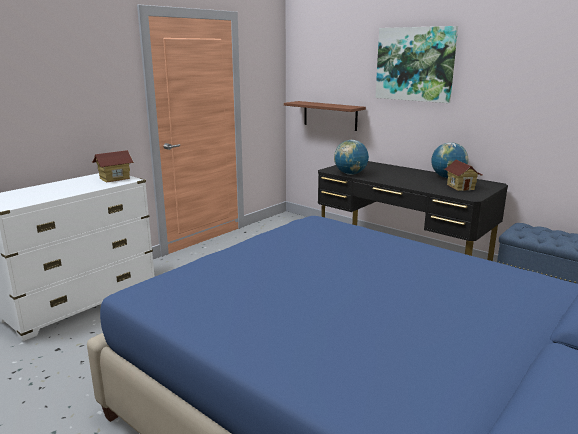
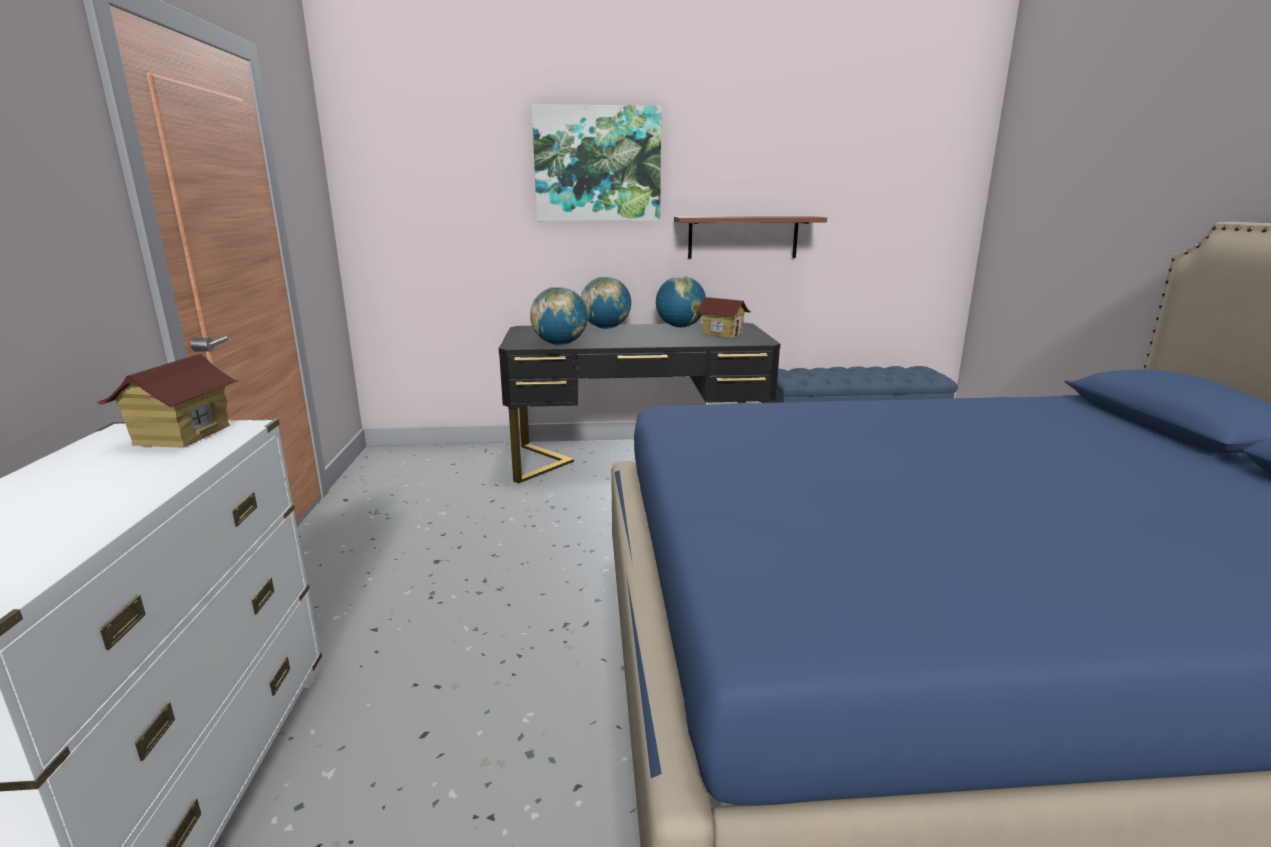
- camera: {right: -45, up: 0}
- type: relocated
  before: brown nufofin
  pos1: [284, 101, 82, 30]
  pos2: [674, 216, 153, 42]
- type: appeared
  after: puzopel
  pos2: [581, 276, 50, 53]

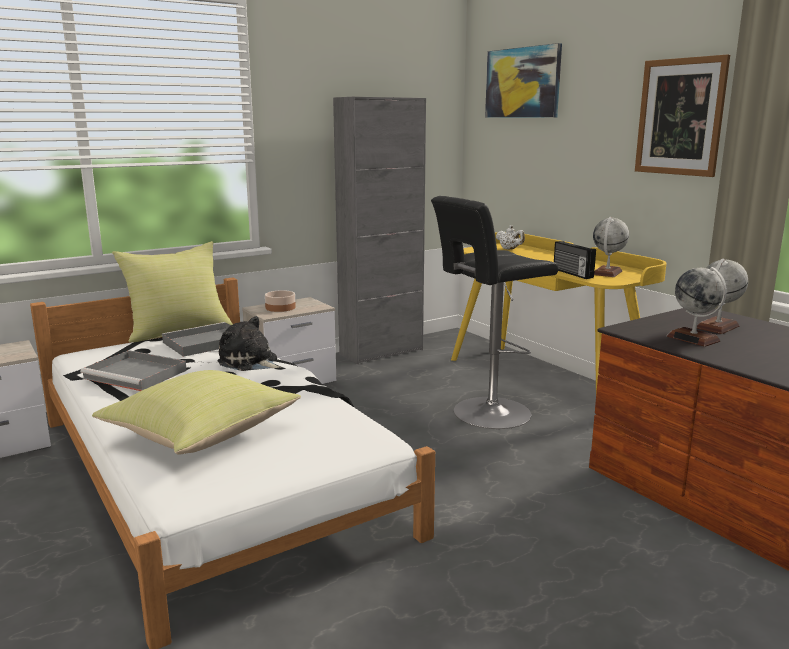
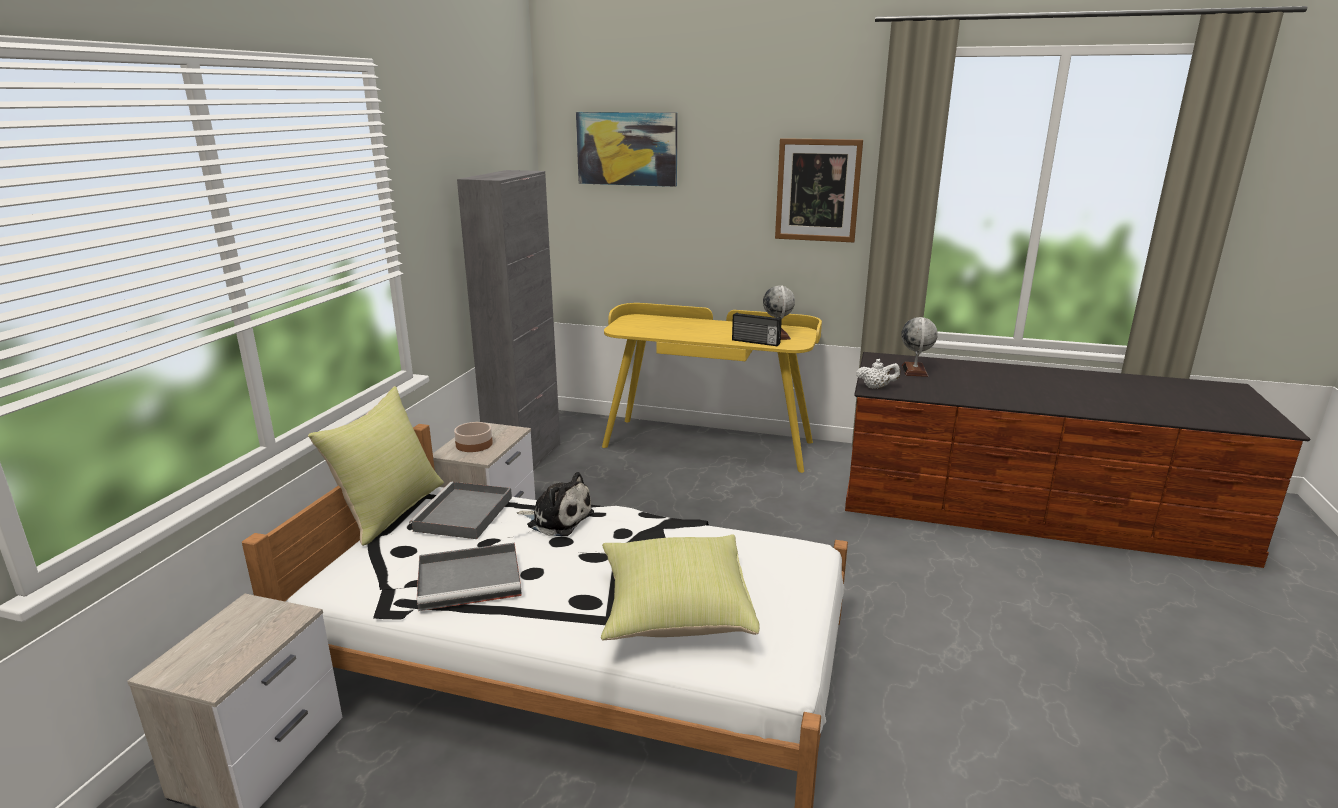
- camera: {right: -40, up: 5}
- type: spun
  before: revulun
  pos1: [218, 316, 65, 55]
  pos2: [517, 472, 77, 64]
  turn: -150
- type: missing
  before: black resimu
  pos1: [431, 196, 128, 233]
- type: relocated
  before: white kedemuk
  pos1: [496, 225, 29, 24]
  pos2: [856, 359, 44, 30]
- type: missing
  before: puzopel
  pos1: [667, 267, 60, 80]

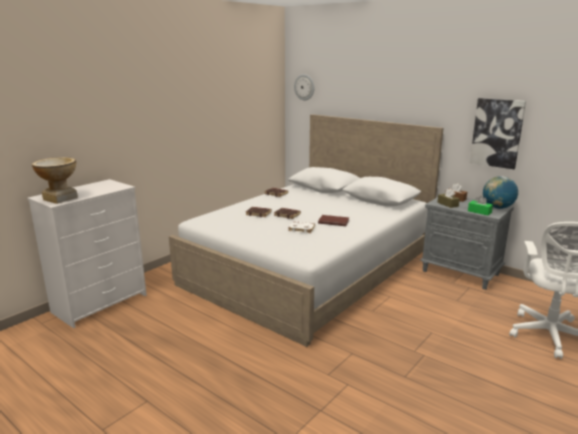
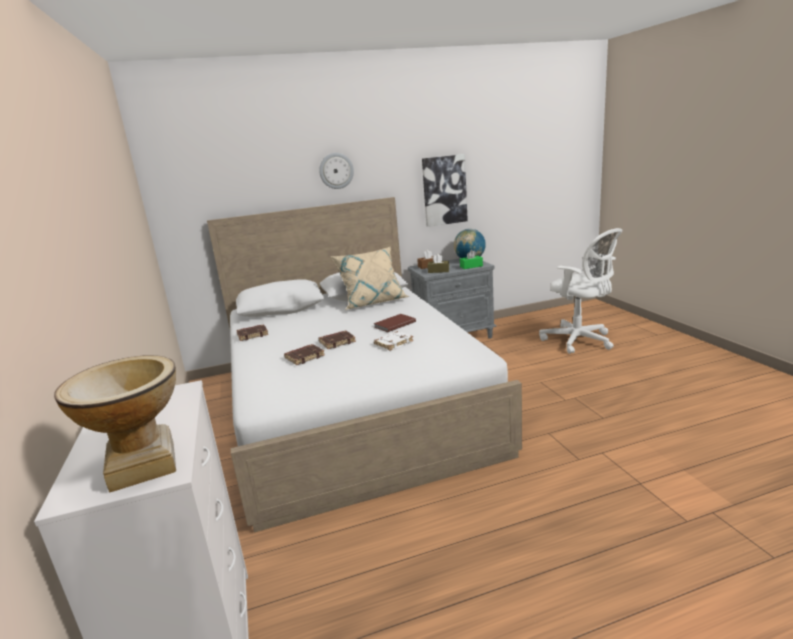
- camera: {right: -55, up: 0}
- type: relocated
  before: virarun
  pos1: [294, 74, 20, 26]
  pos2: [319, 153, 35, 36]
- type: appeared
  after: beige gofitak
  pos2: [331, 246, 78, 64]

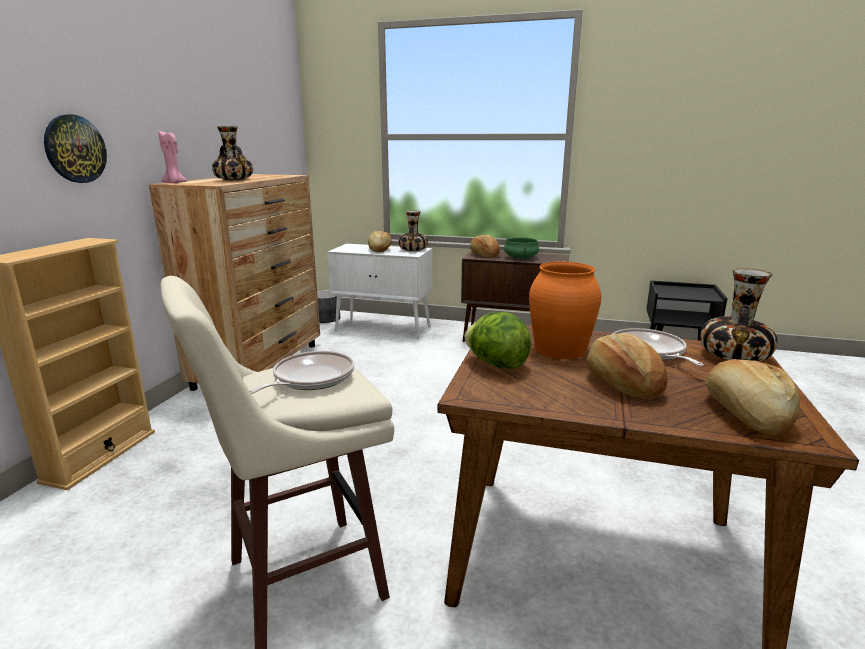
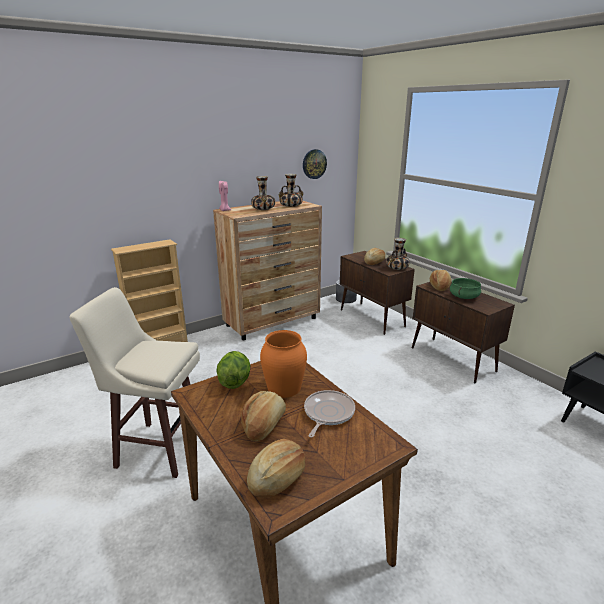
- camera: {right: 40, up: 5}
- type: relocated
  before: virarun
  pos1: [44, 114, 63, 69]
  pos2: [303, 149, 24, 30]
- type: missing
  before: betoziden
  pos1: [249, 351, 105, 43]
- type: colour
  before: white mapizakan
  after: brown mapizakan
  pos1: [327, 244, 105, 95]
  pos2: [340, 251, 75, 84]
- type: relocated
  before: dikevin
  pos1: [700, 268, 77, 93]
  pos2: [279, 174, 24, 33]

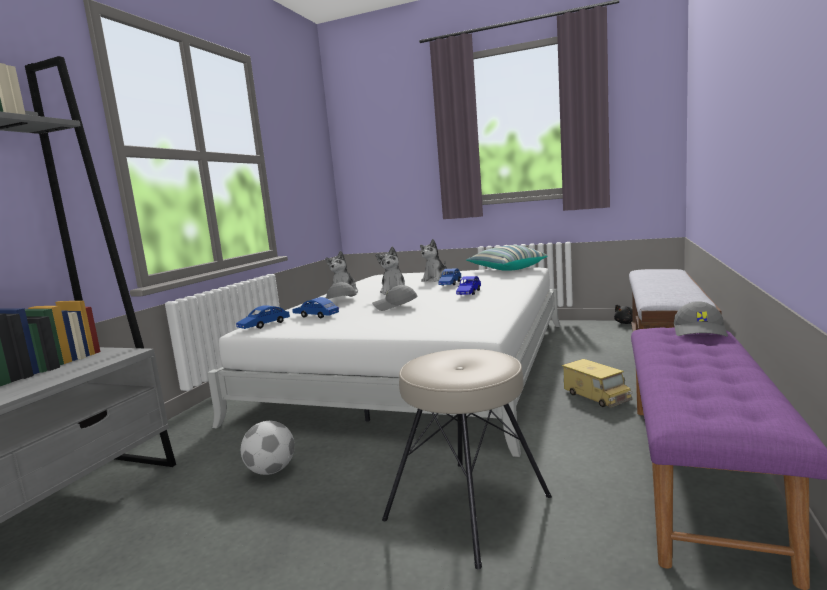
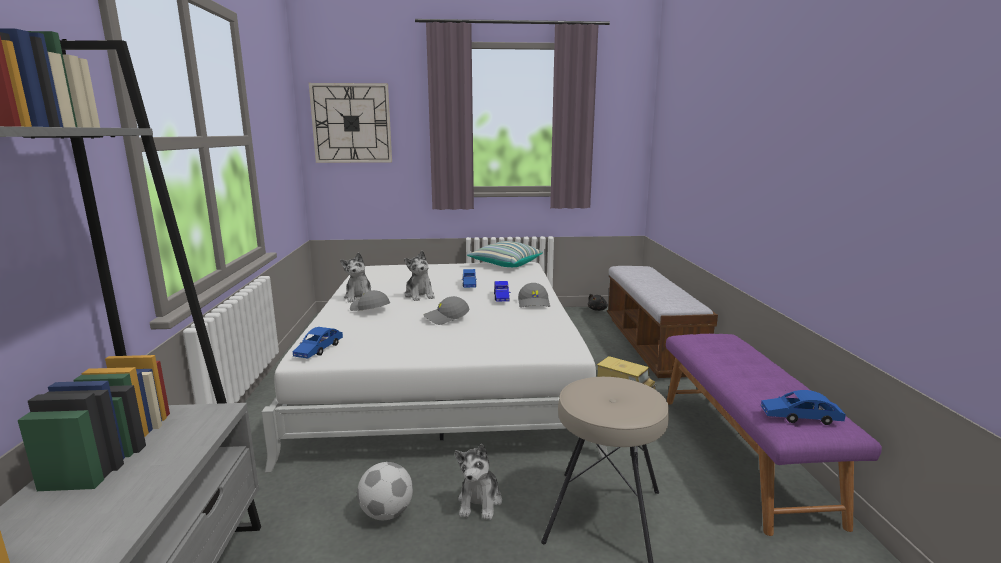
- camera: {right: -25, up: 5}
- type: relocated
  before: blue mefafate
  pos1: [292, 297, 47, 21]
  pos2: [761, 390, 85, 35]
- type: relocated
  before: revulun
  pos1: [420, 239, 28, 43]
  pos2: [455, 444, 47, 76]
- type: relocated
  before: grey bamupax
  pos1: [674, 301, 54, 36]
  pos2: [518, 283, 32, 25]
- type: appeared
  after: virarun
  pos2: [309, 83, 83, 80]

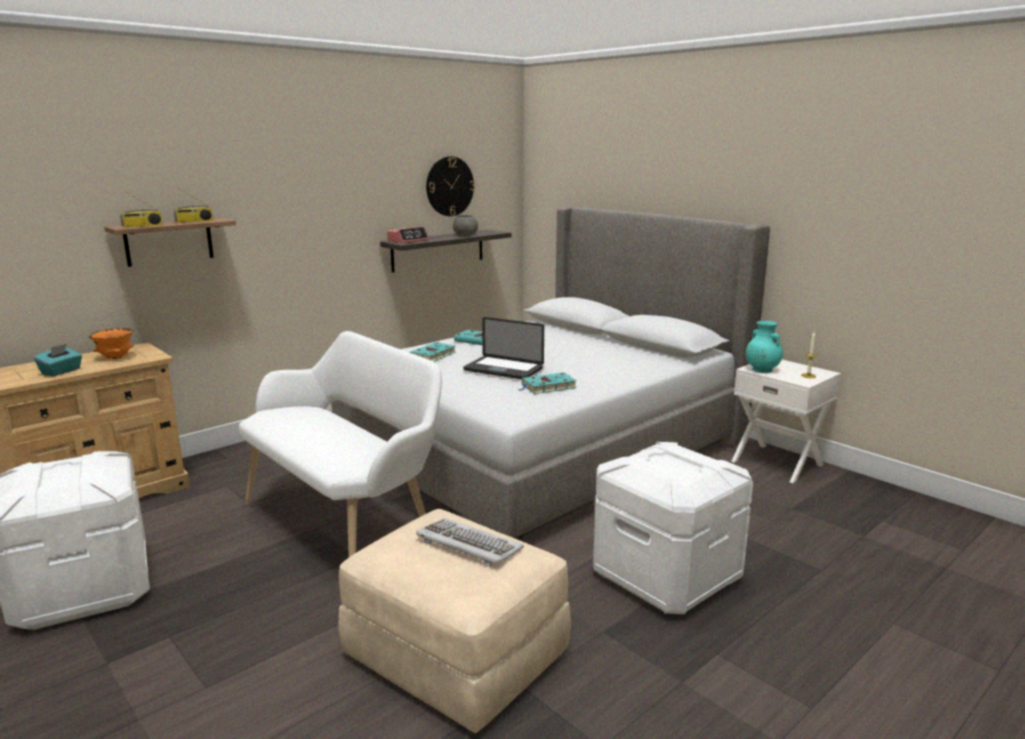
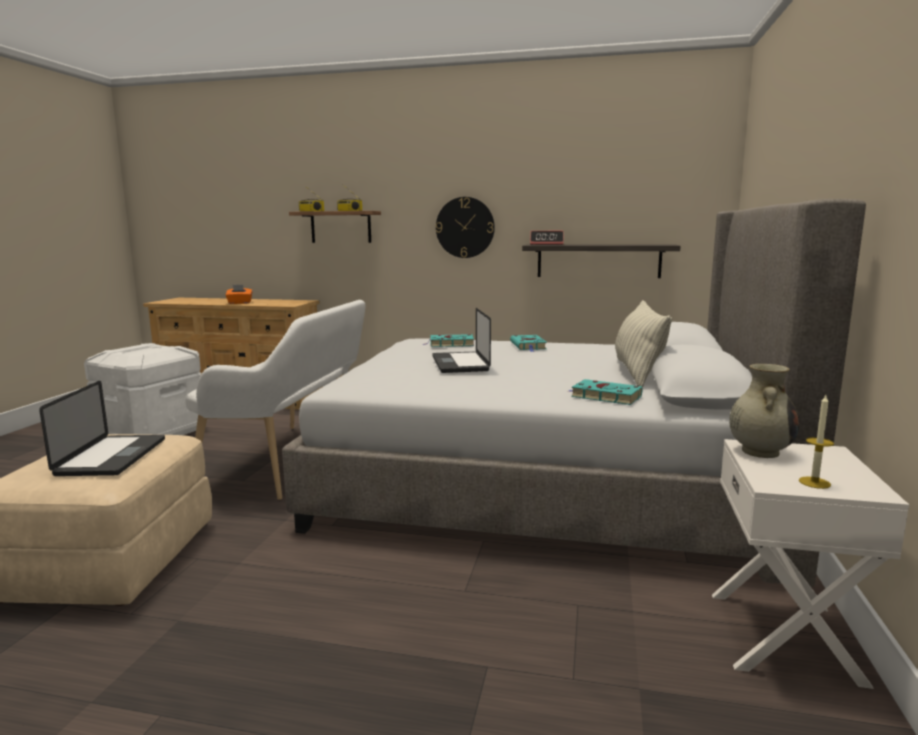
- camera: {right: 55, up: -5}
- type: colour
  before: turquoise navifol
  after: orange navifol
  pos1: [34, 344, 48, 32]
  pos2: [225, 285, 27, 19]
- type: missing
  before: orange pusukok
  pos1: [89, 328, 45, 31]
- type: exchanged
  before: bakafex
  after: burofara
  pos1: [416, 518, 108, 49]
  pos2: [39, 381, 126, 95]
- type: relocated
  before: virarun
  pos1: [426, 156, 49, 60]
  pos2: [436, 197, 59, 61]
- type: missing
  before: grey pusukok
  pos1: [453, 215, 25, 21]
- type: relocated
  before: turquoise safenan
  pos1: [518, 372, 59, 22]
  pos2: [569, 379, 73, 26]
- type: missing
  before: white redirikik
  pos1: [593, 442, 160, 172]
- type: colour
  before: turquoise dikevin
  after: beige dikevin
  pos1: [746, 321, 37, 52]
  pos2: [729, 364, 70, 94]
- type: appeared
  after: gofitak
  pos2: [615, 300, 57, 87]

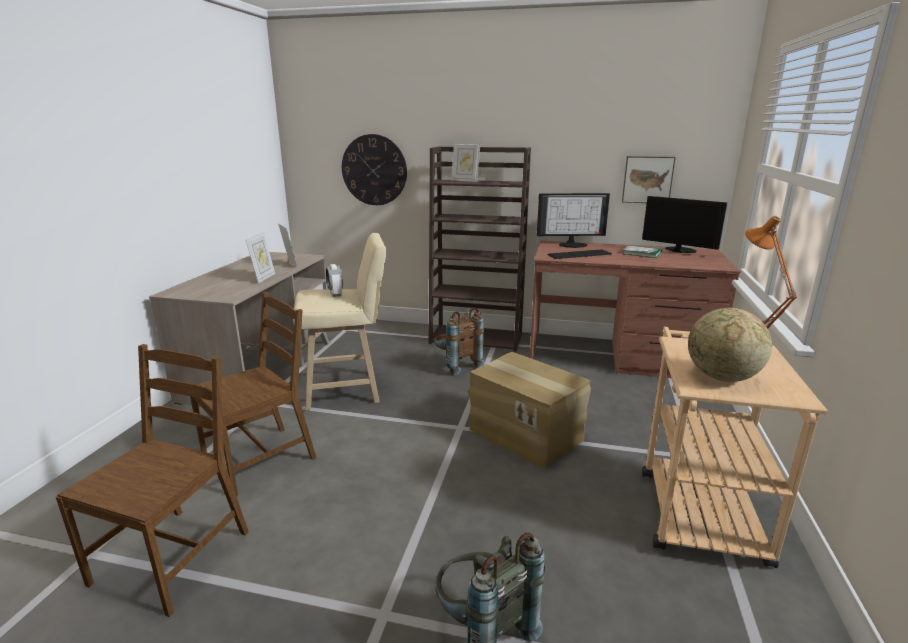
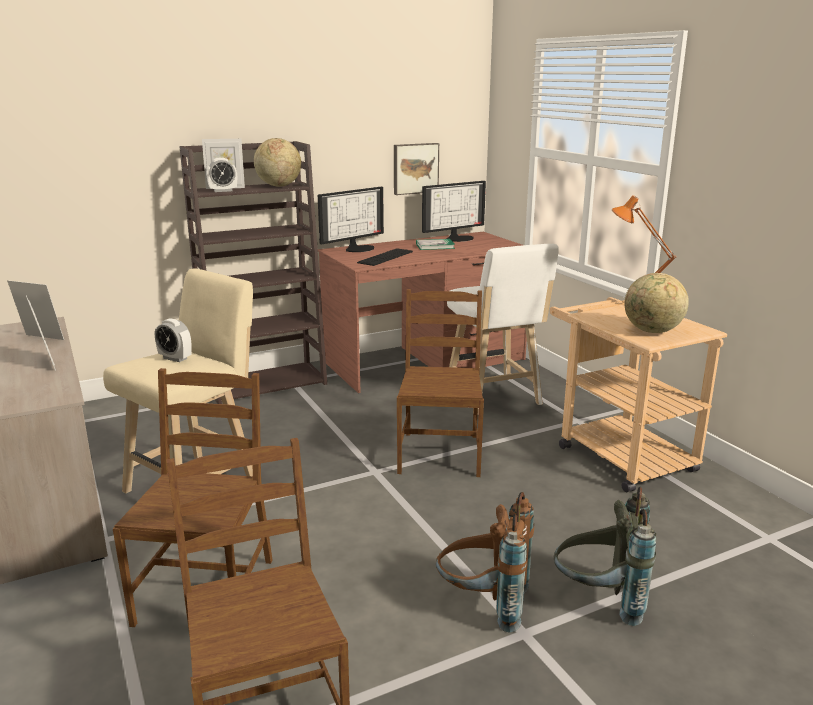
- camera: {right: -40, up: 0}
- type: missing
  before: virarun
  pos1: [342, 134, 65, 71]
- type: relocated
  before: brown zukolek
  pos1: [434, 307, 51, 69]
  pos2: [436, 492, 98, 141]
- type: exchanged
  before: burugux
  after: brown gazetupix
  pos1: [469, 352, 122, 117]
  pos2: [397, 289, 87, 188]
- type: spun
  before: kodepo
  pos1: [642, 196, 85, 57]
  pos2: [422, 181, 64, 61]
  turn: 150
- type: appeared
  after: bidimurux
  pos2: [206, 157, 31, 35]
- type: appeared
  after: puzopel
  pos2: [254, 138, 47, 49]
- type: appeared
  after: white resimu
  pos2: [447, 244, 112, 169]

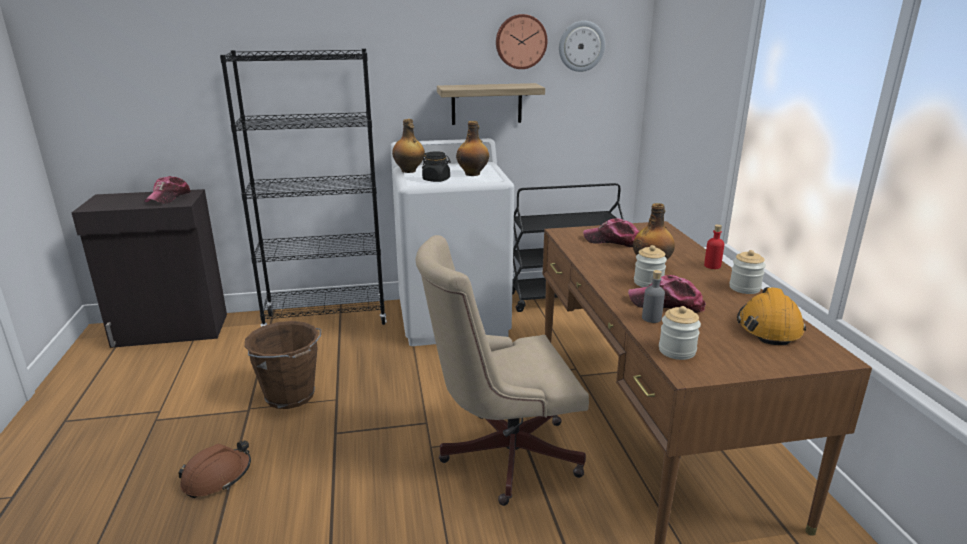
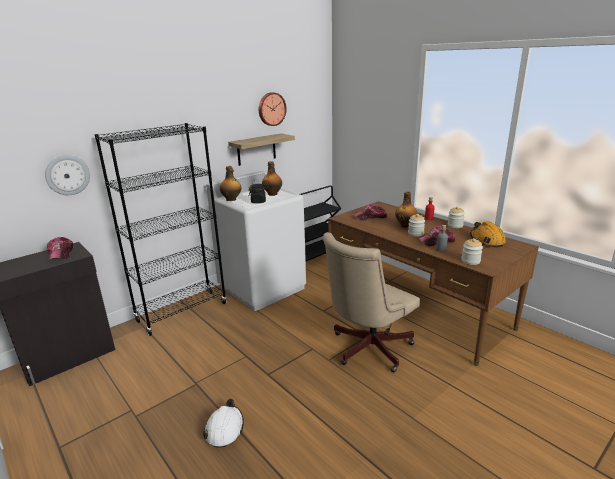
- camera: {right: -30, up: 0}
- type: colour
  before: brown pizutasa
  after: white pizutasa
  pos1: [178, 440, 73, 58]
  pos2: [203, 399, 41, 49]
- type: missing
  before: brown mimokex
  pos1: [245, 321, 76, 88]
- type: relocated
  before: virarun
  pos1: [559, 21, 46, 51]
  pos2: [45, 155, 45, 40]

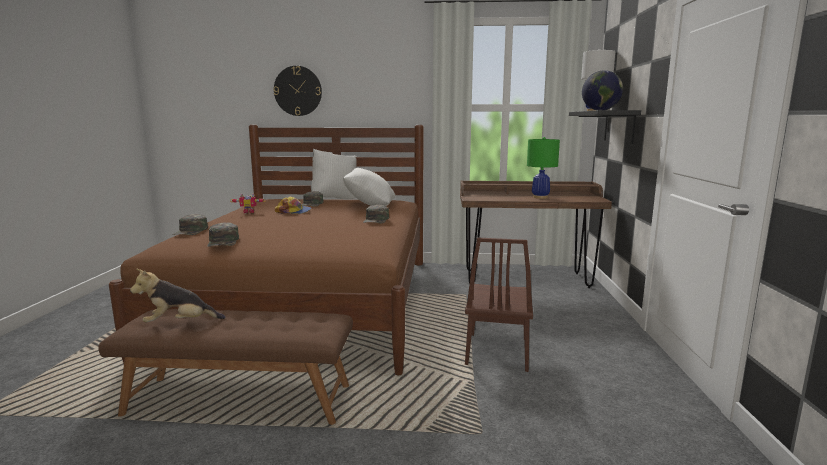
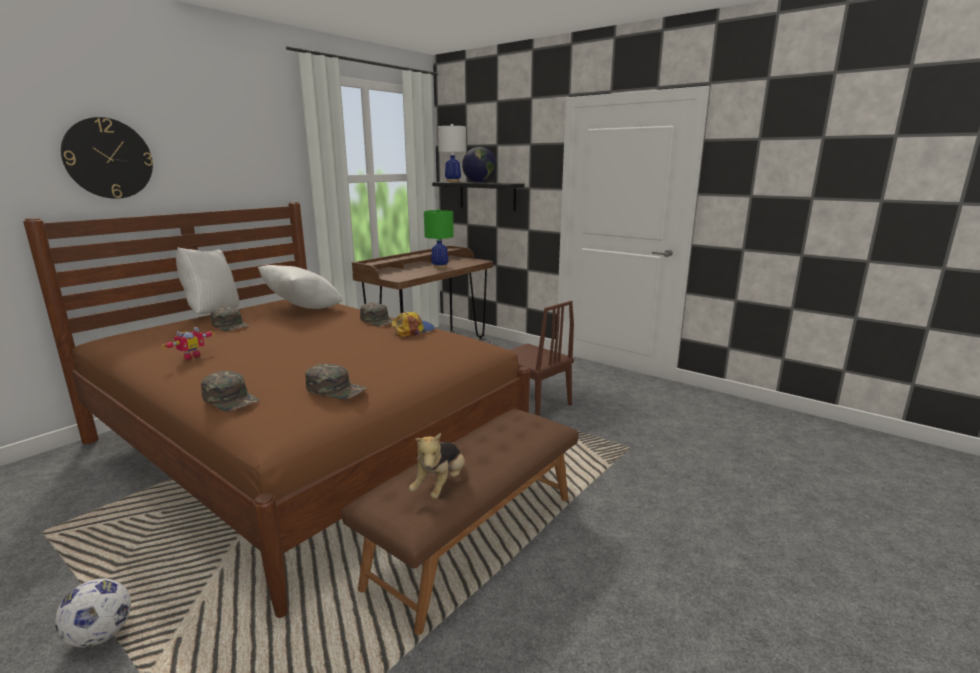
- camera: {right: -55, up: 5}
- type: relocated
  before: bamupax
  pos1: [275, 196, 36, 18]
  pos2: [391, 312, 43, 25]
- type: appeared
  after: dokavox
  pos2: [55, 578, 76, 69]

